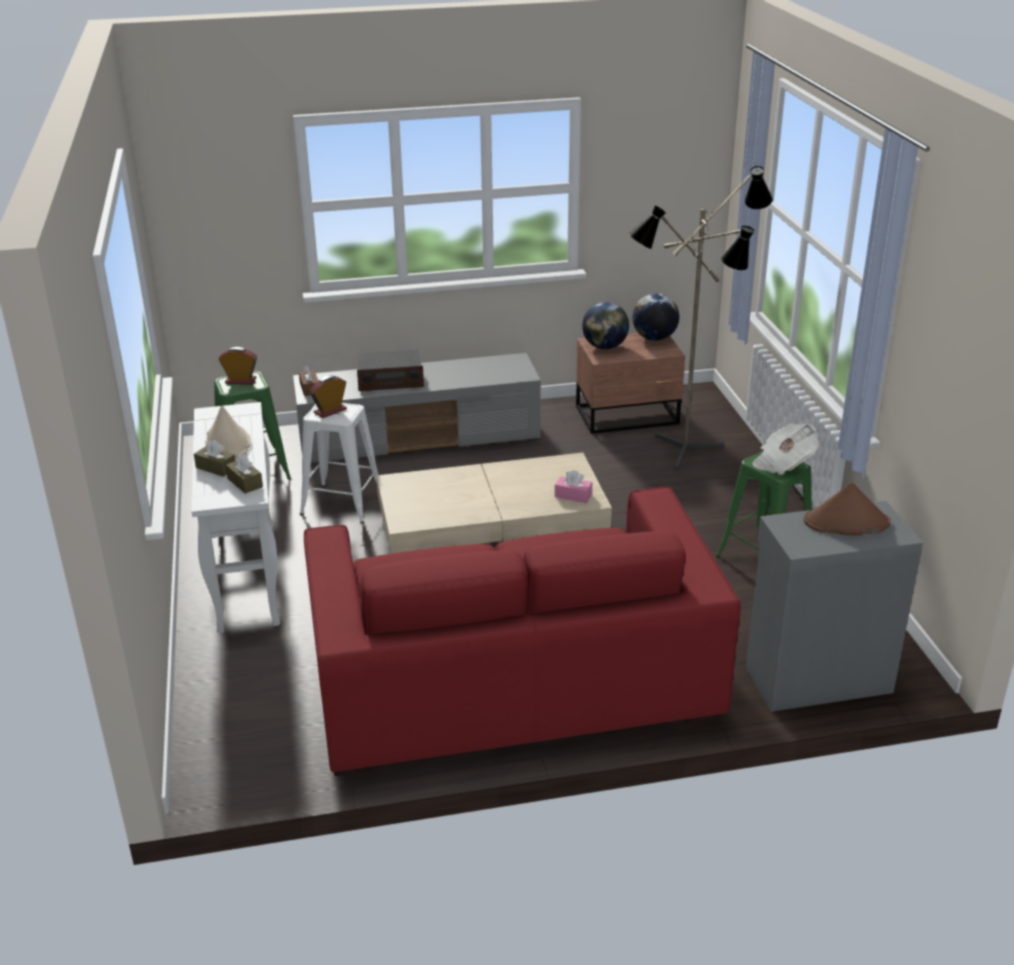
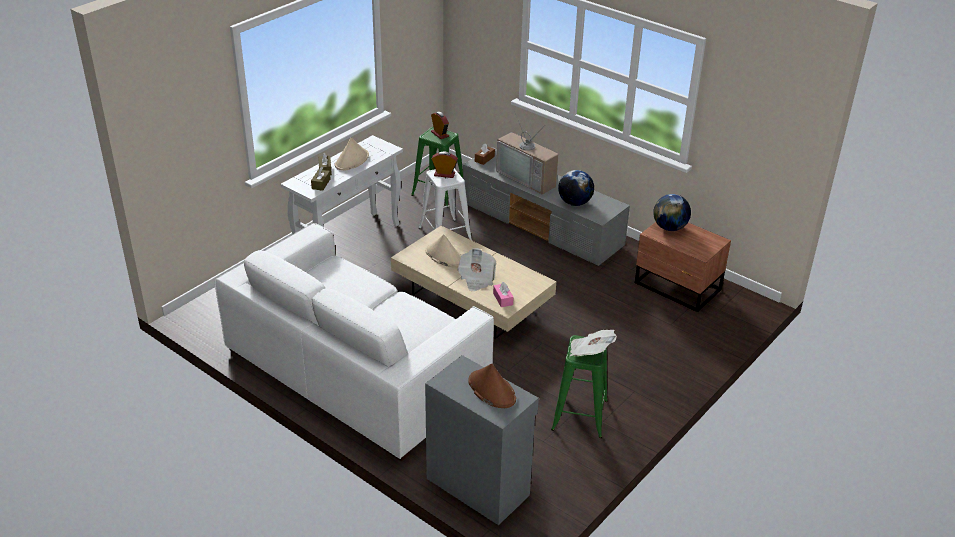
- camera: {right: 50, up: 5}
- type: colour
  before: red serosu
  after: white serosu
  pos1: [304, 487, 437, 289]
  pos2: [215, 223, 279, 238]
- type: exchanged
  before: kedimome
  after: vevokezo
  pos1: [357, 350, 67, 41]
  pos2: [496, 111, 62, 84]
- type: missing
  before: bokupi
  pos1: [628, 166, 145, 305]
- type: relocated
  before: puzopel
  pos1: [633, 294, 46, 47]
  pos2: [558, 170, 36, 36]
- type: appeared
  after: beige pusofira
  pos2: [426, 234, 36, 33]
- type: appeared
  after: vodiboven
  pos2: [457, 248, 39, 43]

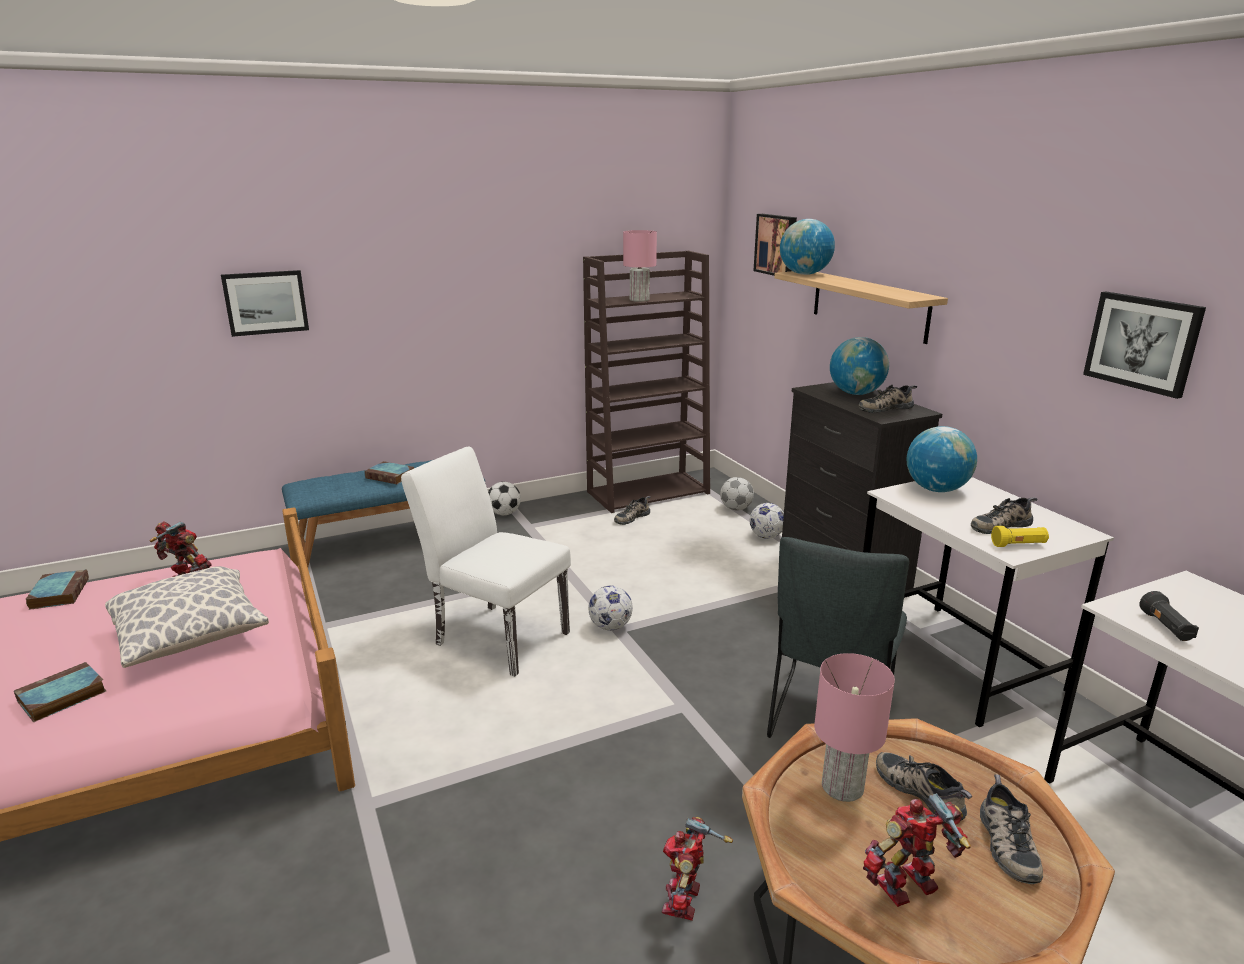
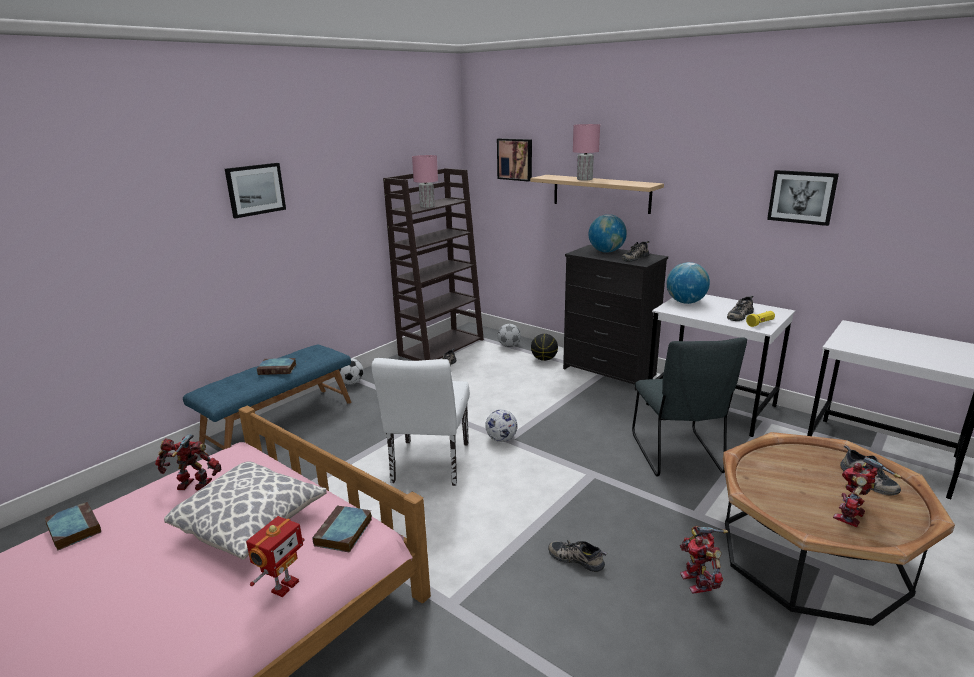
- camera: {right: -25, up: 0}
- type: relocated
  before: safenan
  pos1: [14, 662, 92, 60]
  pos2: [312, 505, 60, 48]
- type: relocated
  before: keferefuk
  pos1: [221, 270, 88, 67]
  pos2: [225, 163, 61, 56]
- type: spun
  before: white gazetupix
  pos1: [401, 447, 170, 230]
  pos2: [371, 358, 99, 128]
  turn: -90
- type: exchanged
  before: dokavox
  after: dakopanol
  pos1: [750, 503, 34, 36]
  pos2: [531, 334, 27, 27]
- type: missing
  before: puzopel
  pos1: [780, 219, 55, 56]
- type: relocated
  before: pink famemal
  pos1: [814, 653, 81, 149]
  pos2: [573, 124, 27, 56]
- type: relocated
  before: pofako
  pos1: [876, 752, 96, 69]
  pos2: [548, 540, 59, 32]
- type: missing
  before: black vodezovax
  pos1: [1139, 591, 60, 50]
- type: appeared
  after: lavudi
  pos2: [246, 516, 58, 81]

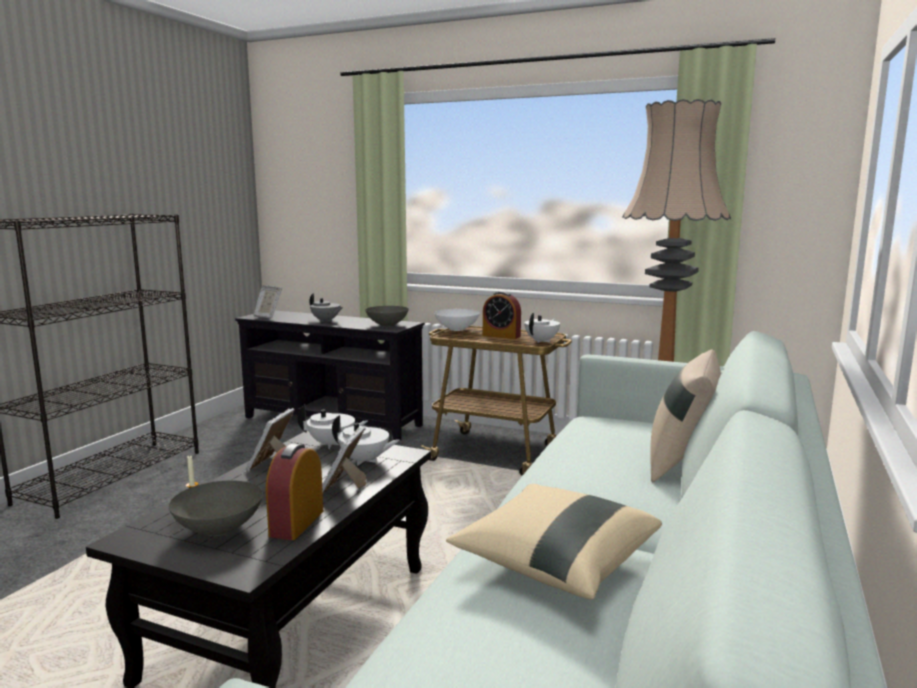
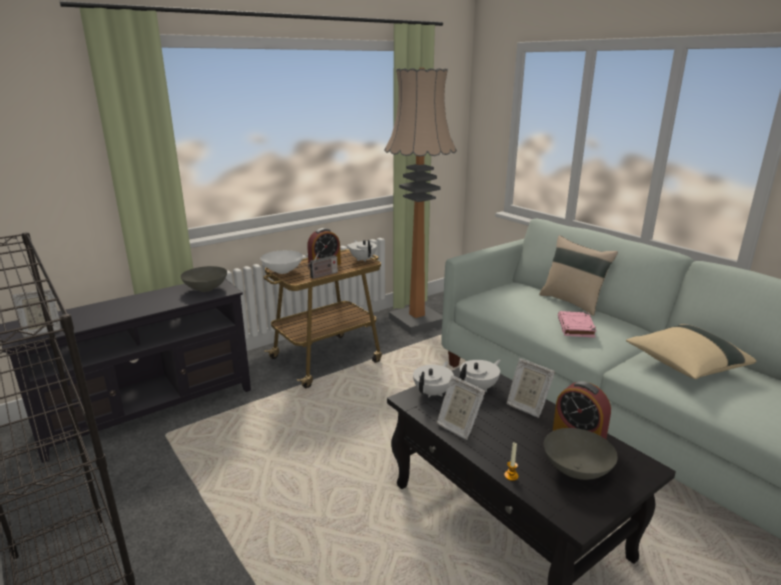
- camera: {right: -60, up: 10}
- type: missing
  before: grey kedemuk
  pos1: [309, 293, 34, 29]
- type: appeared
  after: kedimome
  pos2: [308, 251, 30, 28]
- type: appeared
  after: pink safenan
  pos2: [558, 311, 39, 27]

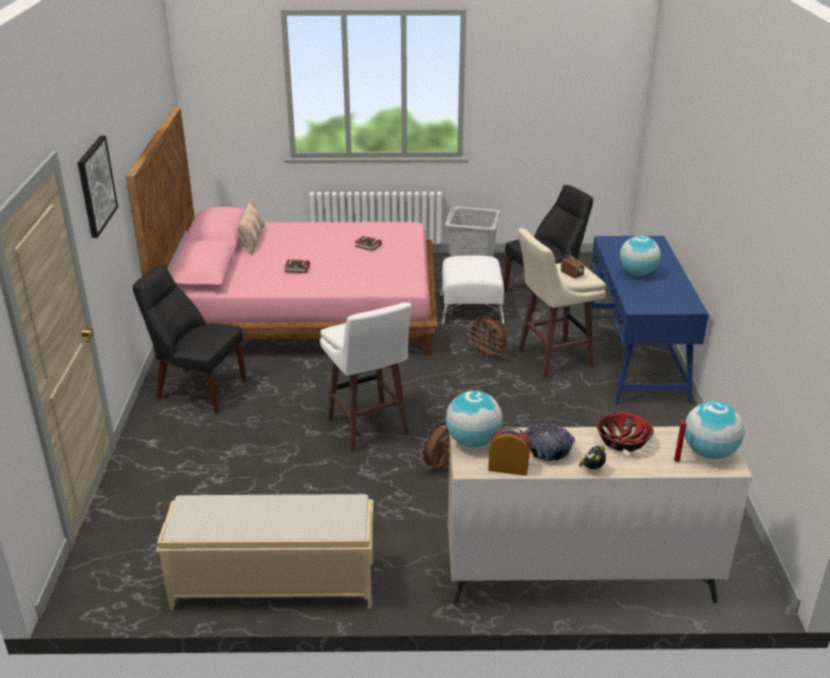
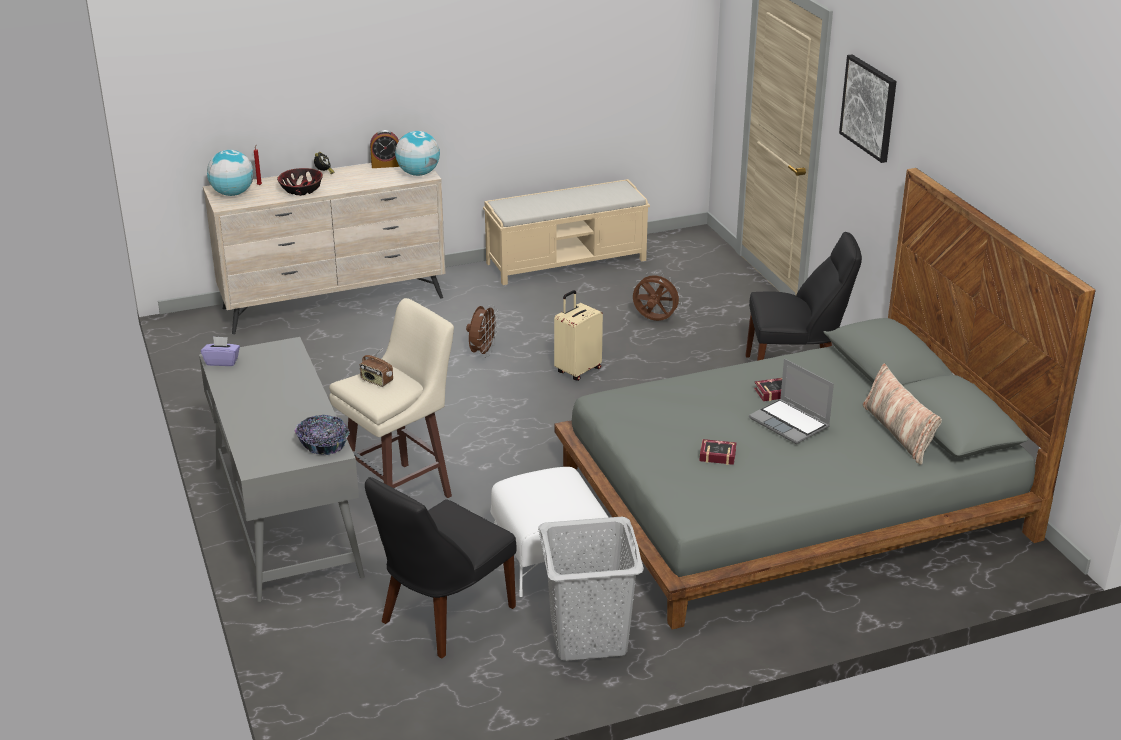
- camera: {right: 160, up: 0}
- type: colour
  before: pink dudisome
  after: grey dudisome
  pos1: [126, 108, 311, 251]
  pos2: [555, 168, 541, 462]
- type: exchanged
  before: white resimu
  after: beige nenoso
  pos1: [320, 302, 91, 150]
  pos2: [554, 290, 49, 91]
- type: relocated
  before: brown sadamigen
  pos1: [468, 317, 39, 42]
  pos2: [633, 272, 49, 49]
- type: relocated
  before: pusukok
  pos1: [524, 424, 51, 37]
  pos2: [295, 415, 55, 40]
- type: colour
  before: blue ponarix
  after: grey ponarix
  pos1: [591, 236, 118, 168]
  pos2: [199, 337, 166, 265]
- type: missing
  before: puzopel
  pos1: [619, 236, 42, 40]
- type: appeared
  after: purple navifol
  pos2: [201, 336, 39, 30]
- type: appeared
  after: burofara
  pos2: [749, 359, 85, 85]

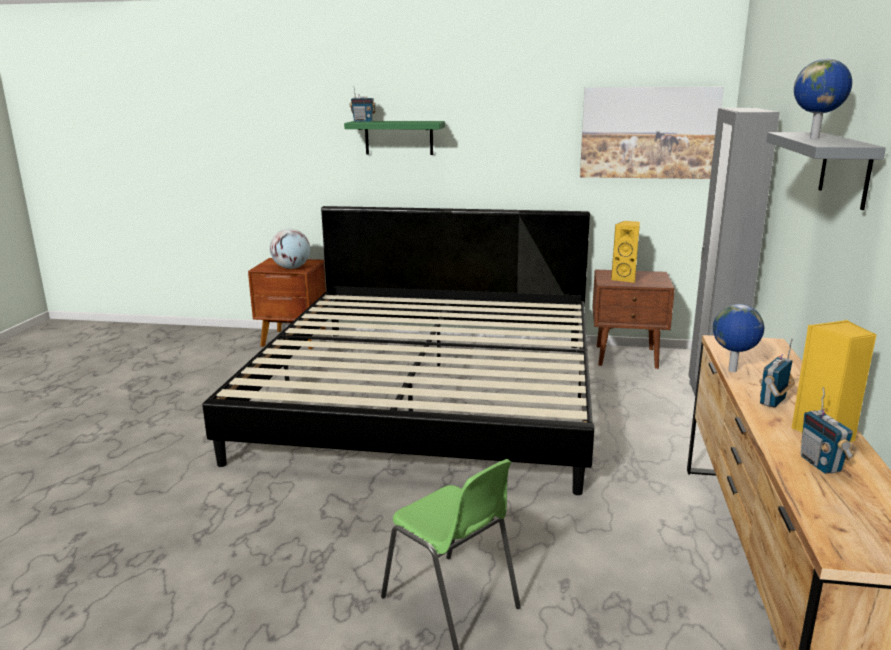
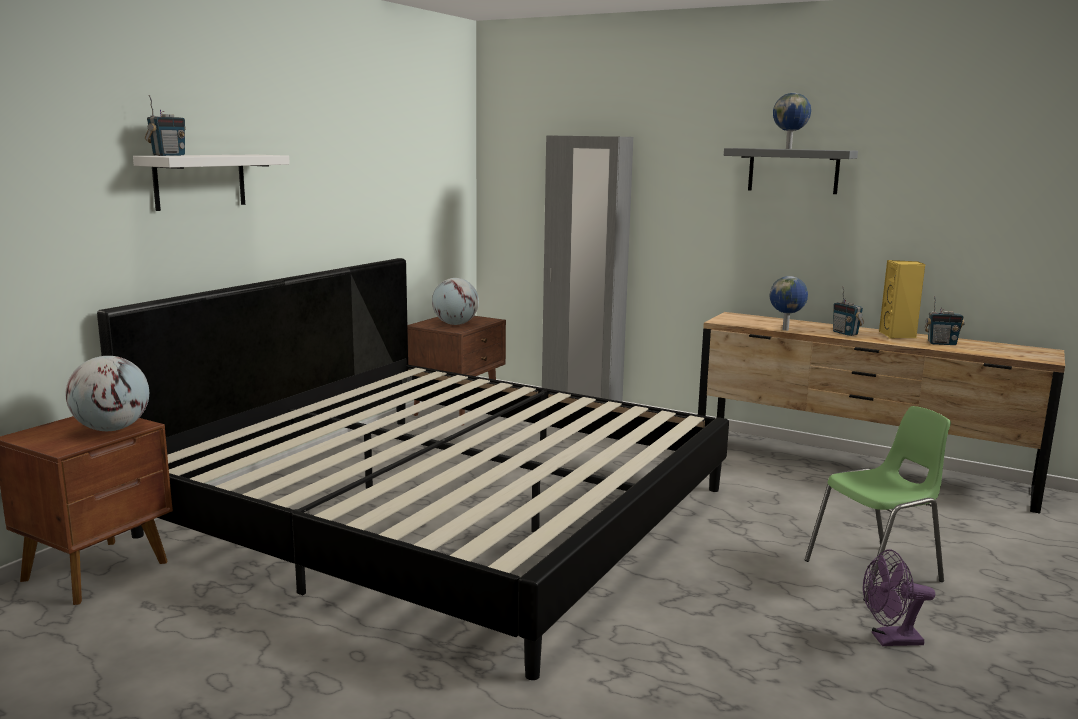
- camera: {right: -70, up: -5}
- type: colour
  before: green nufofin
  after: white nufofin
  pos1: [344, 121, 101, 34]
  pos2: [133, 155, 157, 56]
- type: missing
  before: keferefuk
  pos1: [580, 87, 144, 92]
- type: exchanged
  before: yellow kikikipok
  after: puzopel
  pos1: [611, 221, 29, 62]
  pos2: [432, 278, 47, 47]
- type: appeared
  after: purple sadamigen
  pos2: [863, 550, 72, 96]

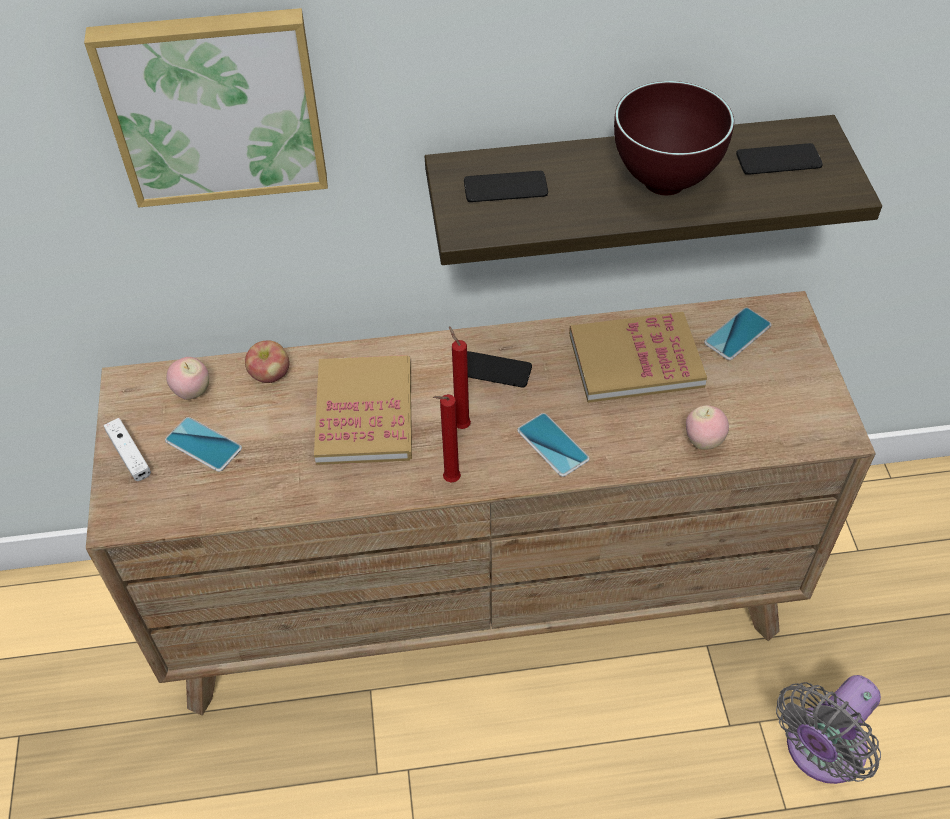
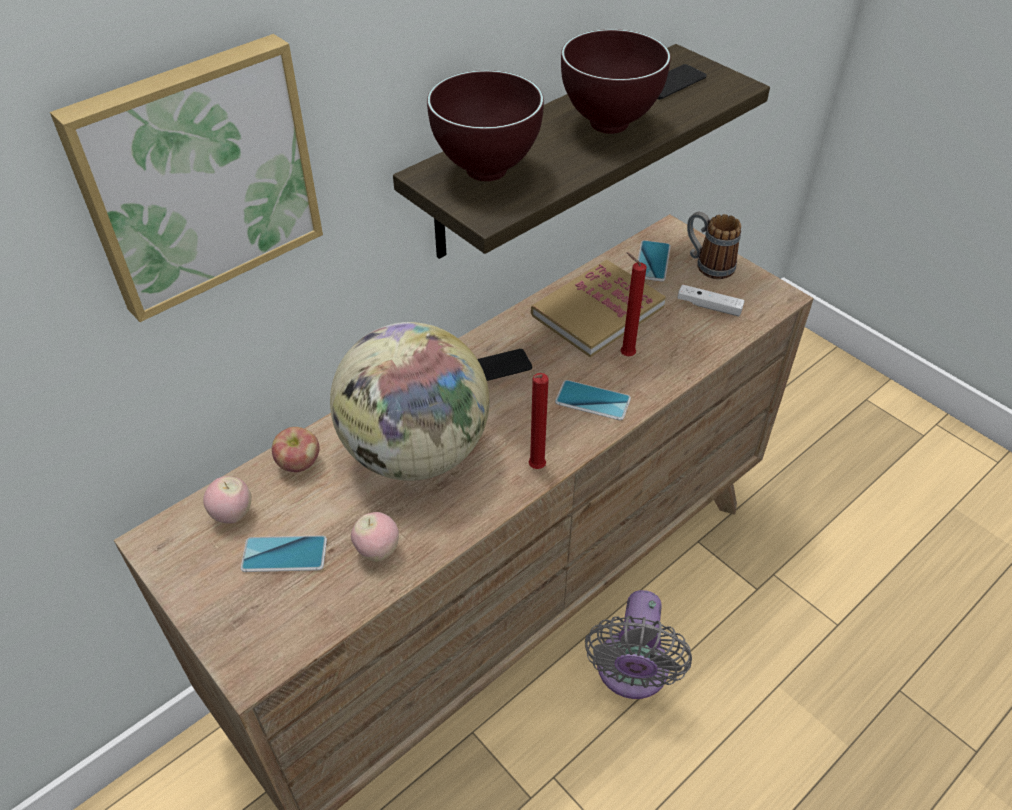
- camera: {right: -35, up: -5}
- type: relocated
  before: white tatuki
  pos1: [104, 418, 47, 63]
  pos2: [678, 284, 67, 32]
- type: exchanged
  before: safenan
  after: puzopel
  pos1: [314, 355, 98, 110]
  pos2: [330, 322, 159, 159]
- type: relocated
  before: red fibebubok
  pos1: [449, 326, 22, 103]
  pos2: [621, 252, 25, 104]
- type: exchanged
  before: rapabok
  after: brown pusukok
  pos1: [464, 171, 84, 31]
  pos2: [427, 70, 117, 111]
- type: relocated
  before: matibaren
  pos1: [686, 405, 43, 45]
  pos2: [351, 512, 48, 50]
- type: relocated
  before: grey sadamigen
  pos1: [776, 675, 105, 109]
  pos2: [585, 590, 107, 109]
- type: appeared
  after: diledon
  pos2: [687, 212, 54, 67]

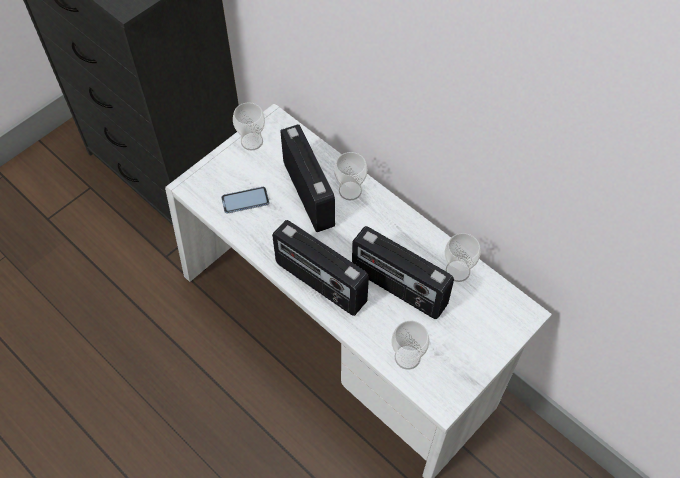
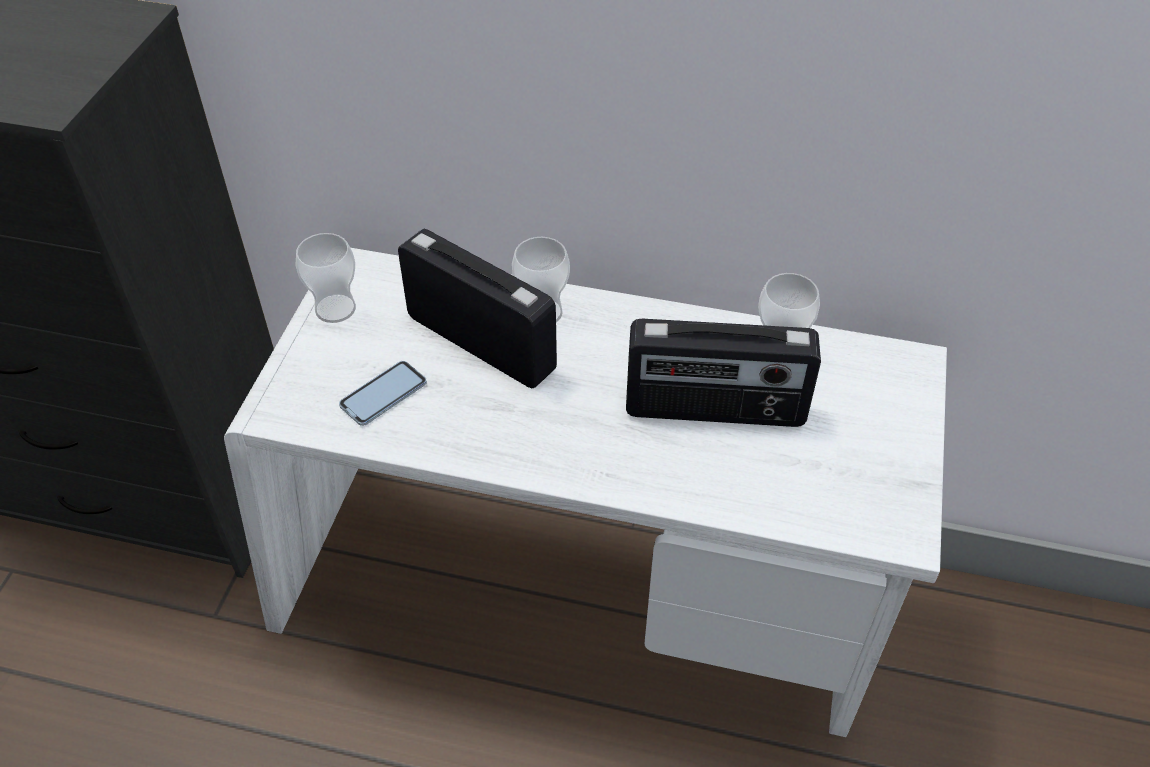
- camera: {right: -30, up: -10}
- type: missing
  before: kedimome
  pos1: [272, 220, 97, 96]
- type: missing
  before: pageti
  pos1: [392, 321, 38, 49]

